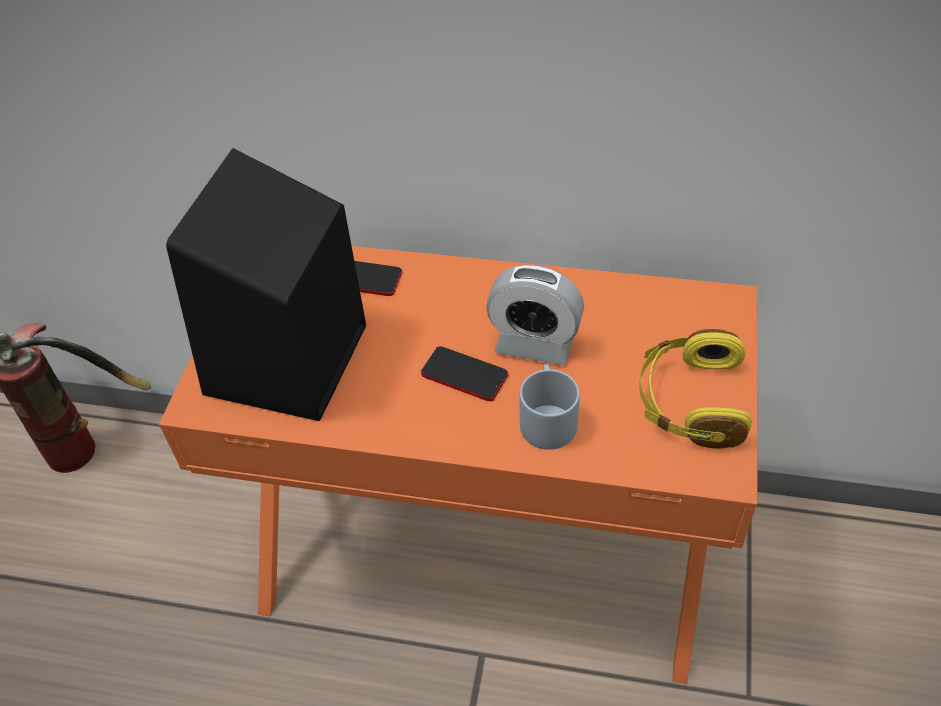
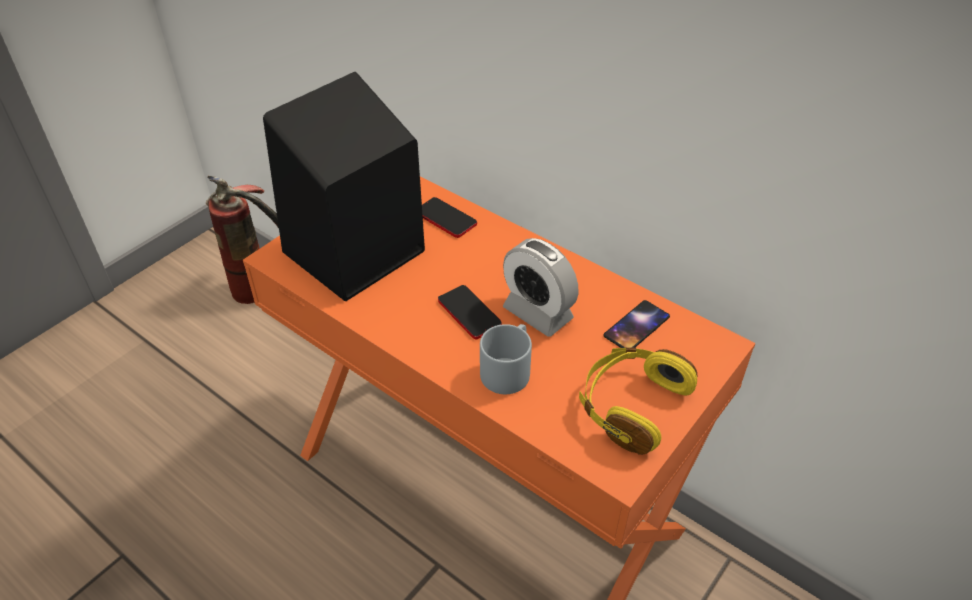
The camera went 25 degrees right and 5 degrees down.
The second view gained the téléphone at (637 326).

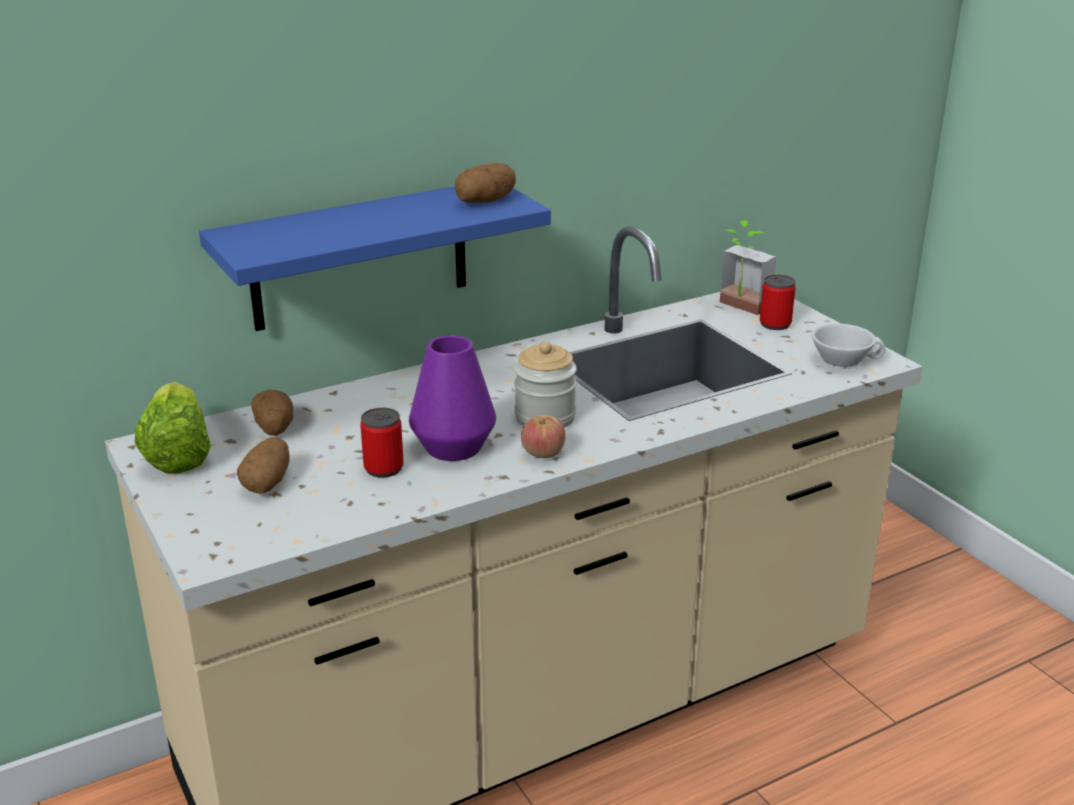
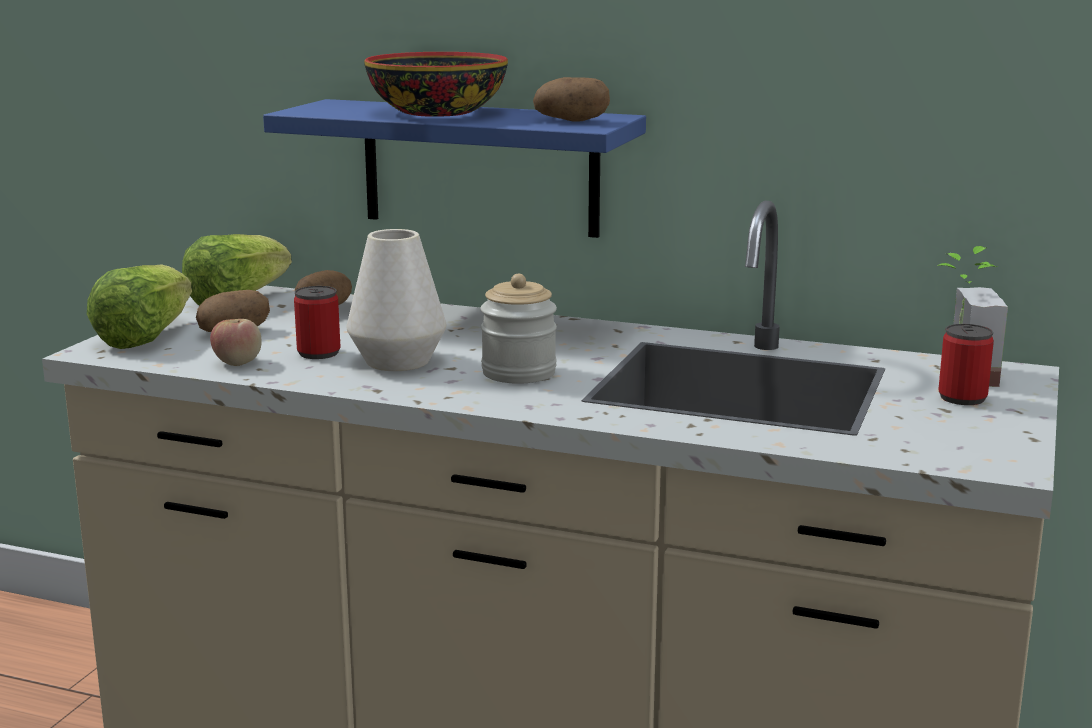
The camera went 50 degrees right and 10 degrees down.
The second view lost the tasse (blanc) at (842 359).
What was the vase (violet) at (453 447) turned into the vase (blanc) at (398 361).
The pomme ended up elsewhere, having gone from (543 453) to (237 363).
The second view gained the bol at (437 112).
The second view gained the laitue at (145 337).

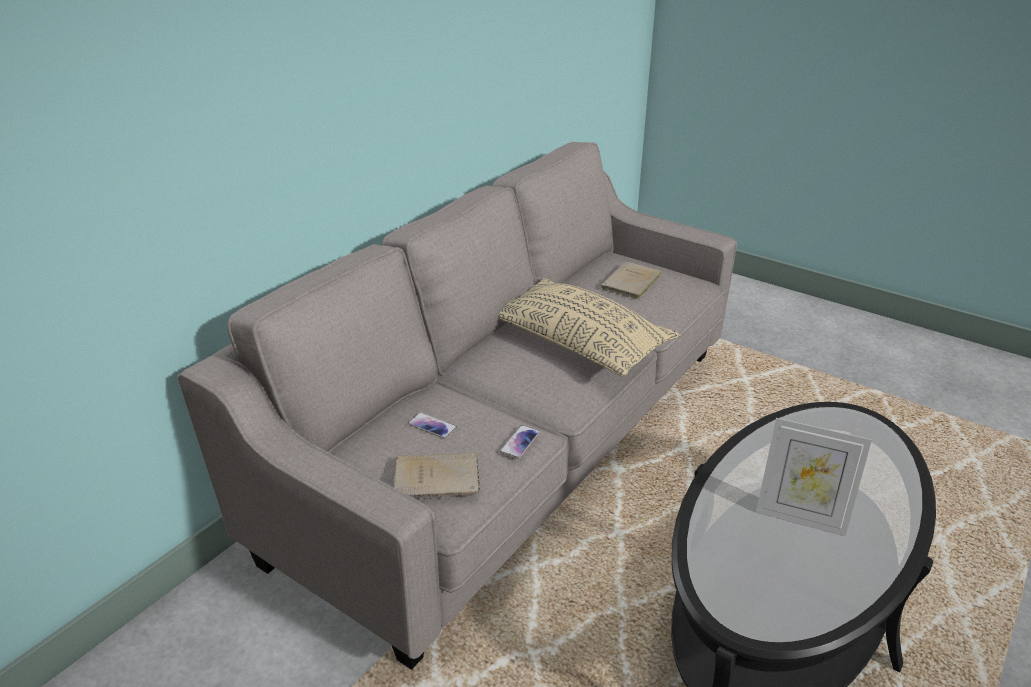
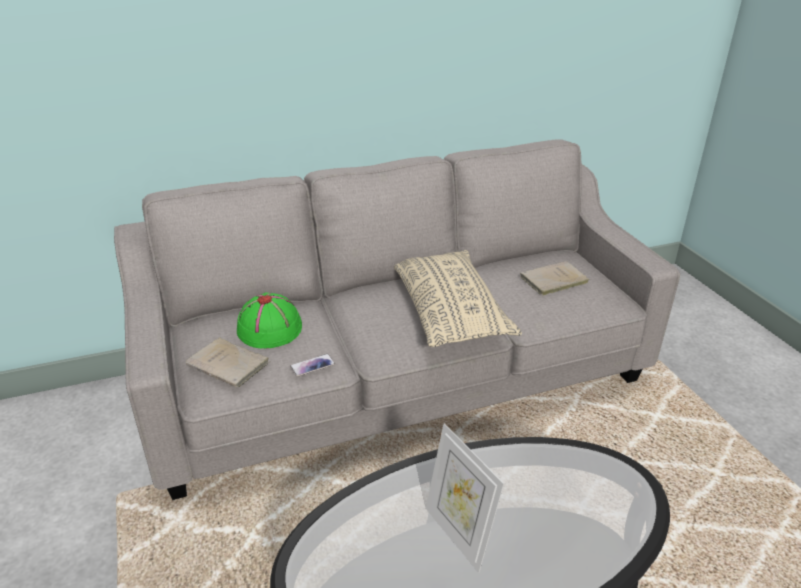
The camera went 35 degrees right and 0 degrees up.
Where the téléphone stood at (432 426), the chapeau (vert) came to stand at (270 328).

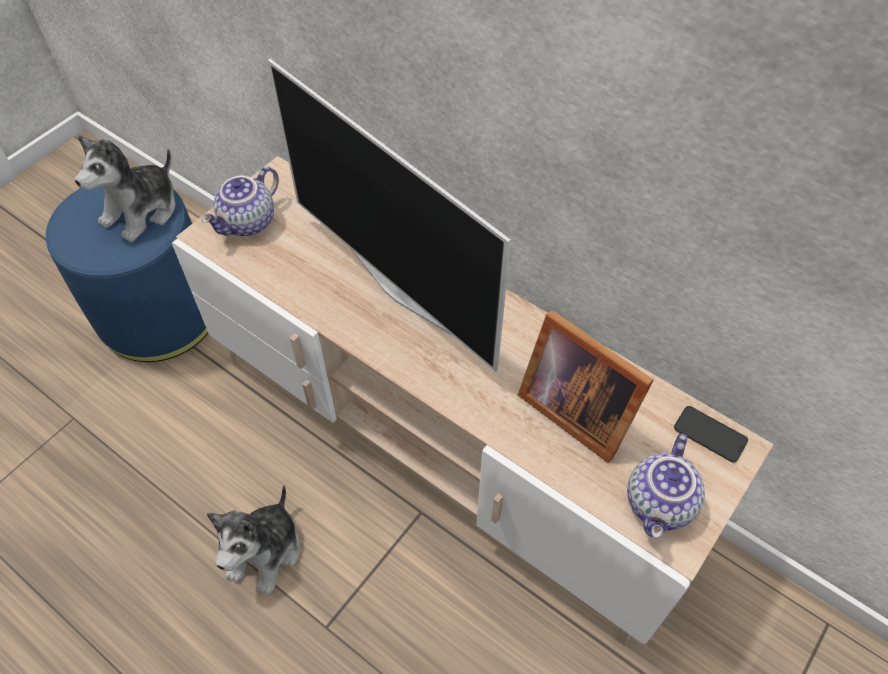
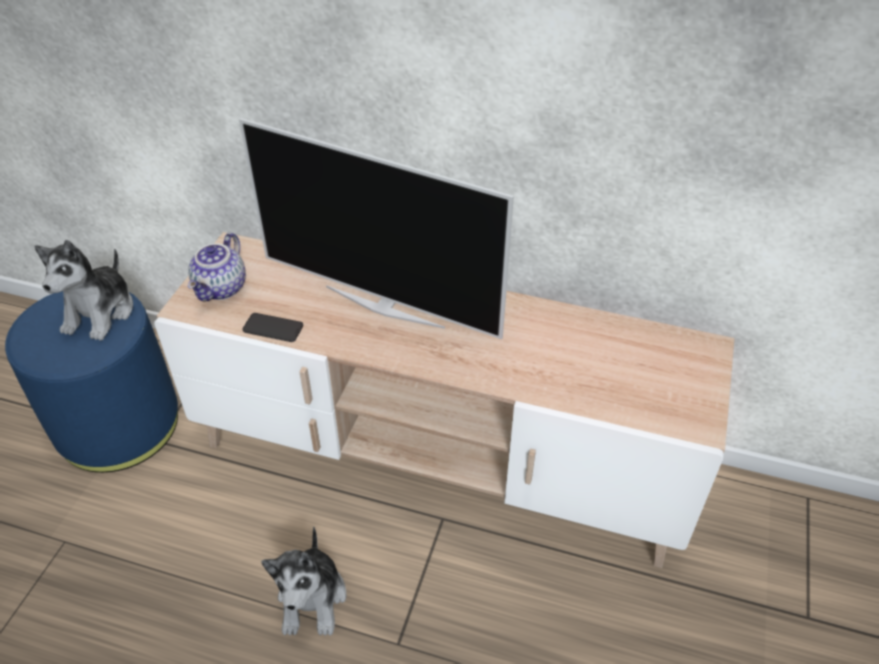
The camera went 20 degrees left and 10 degrees down.
The second view lost the cadre photo at (574 407).
The téléphone ended up elsewhere, having gone from (710 434) to (273 328).
The second view lost the théière at (661 504).

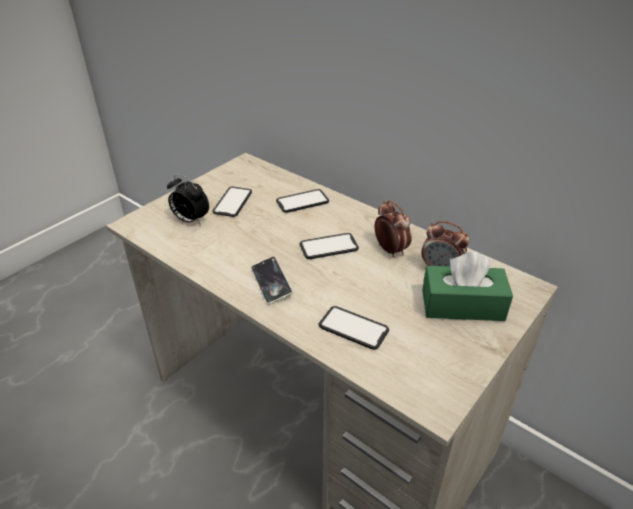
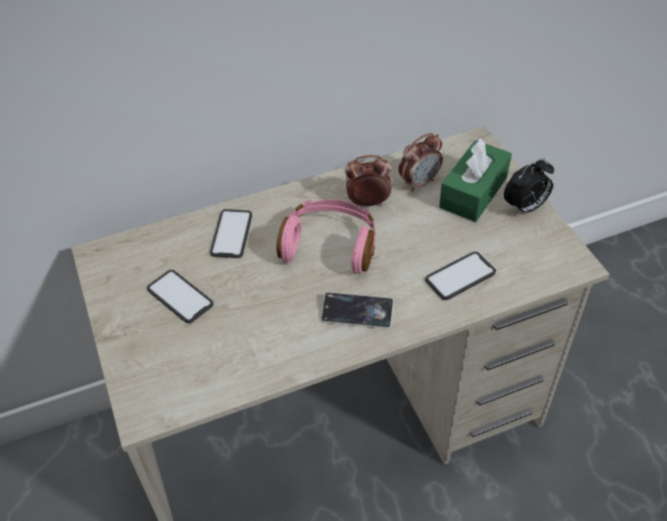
The camera went 60 degrees left and 10 degrees up.
The réveil ended up elsewhere, having gone from (190 220) to (524 208).
Where the téléphone stood at (329 247), the casque audio (rose) came to stand at (330 245).

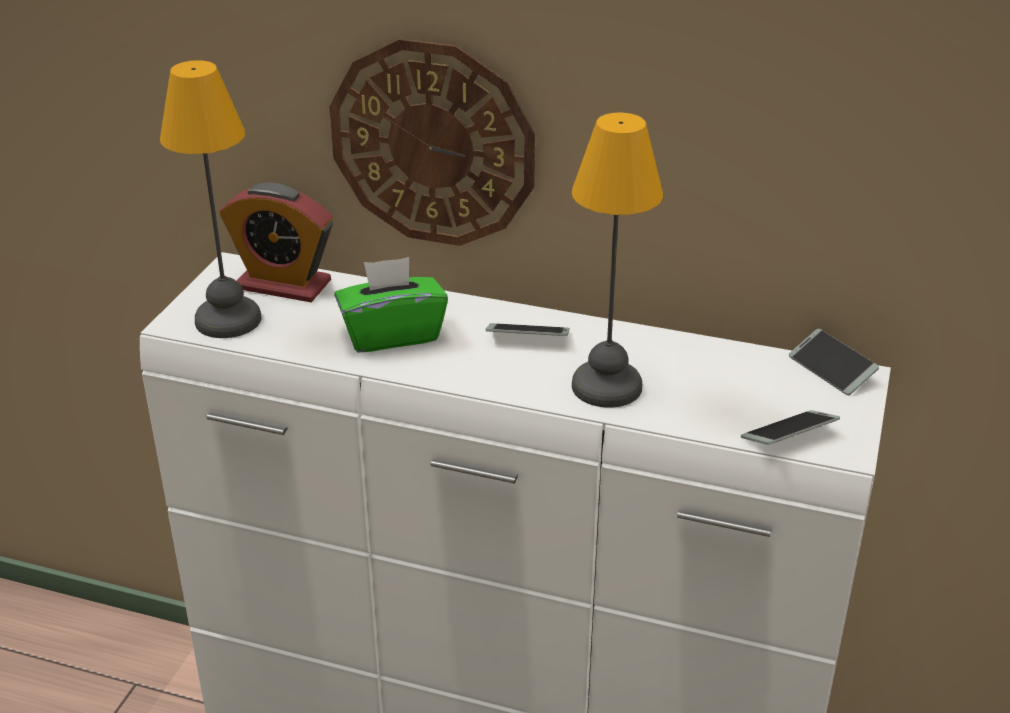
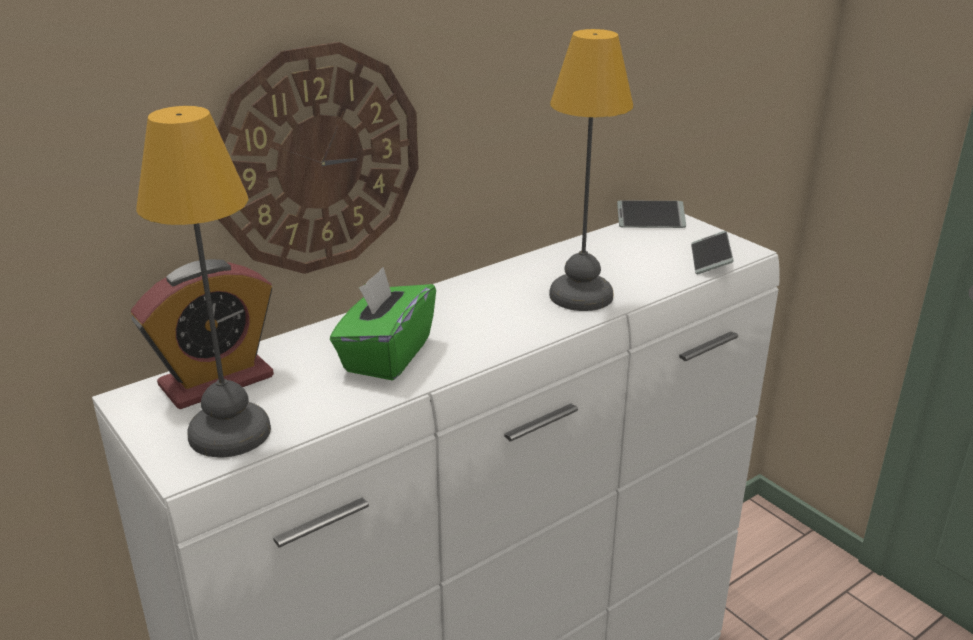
The camera went 55 degrees left and 5 degrees down.
The second view lost the téléphone at (527 337).

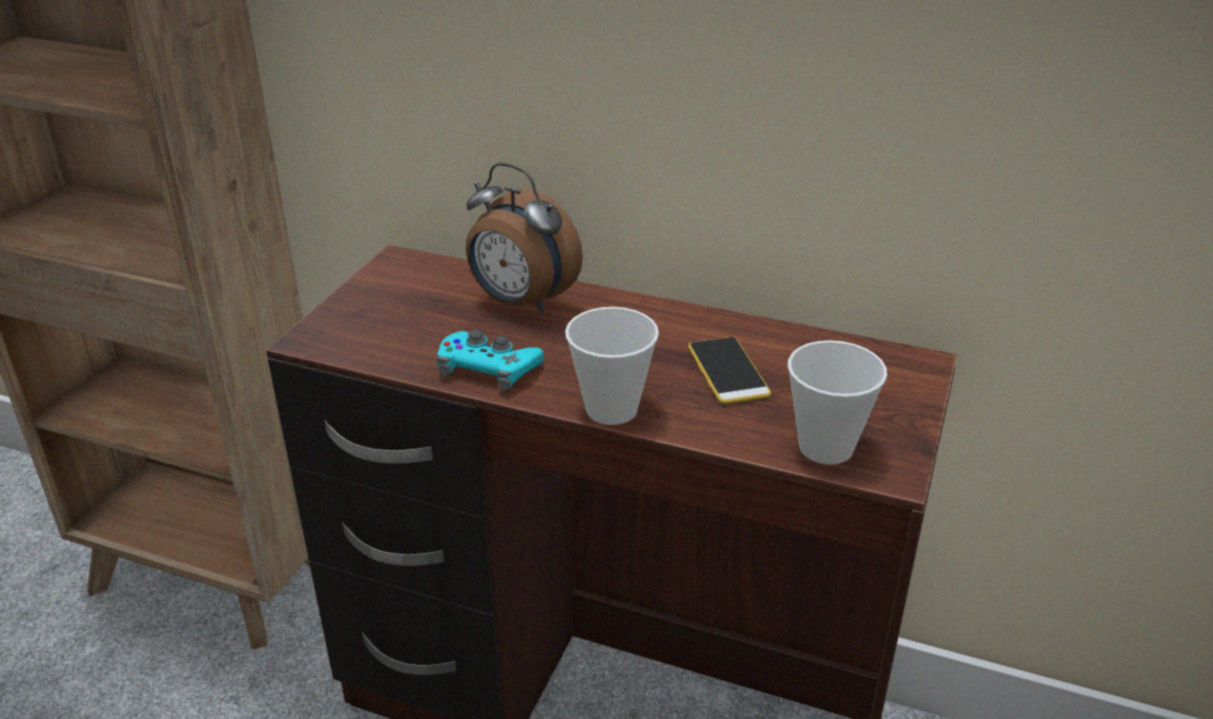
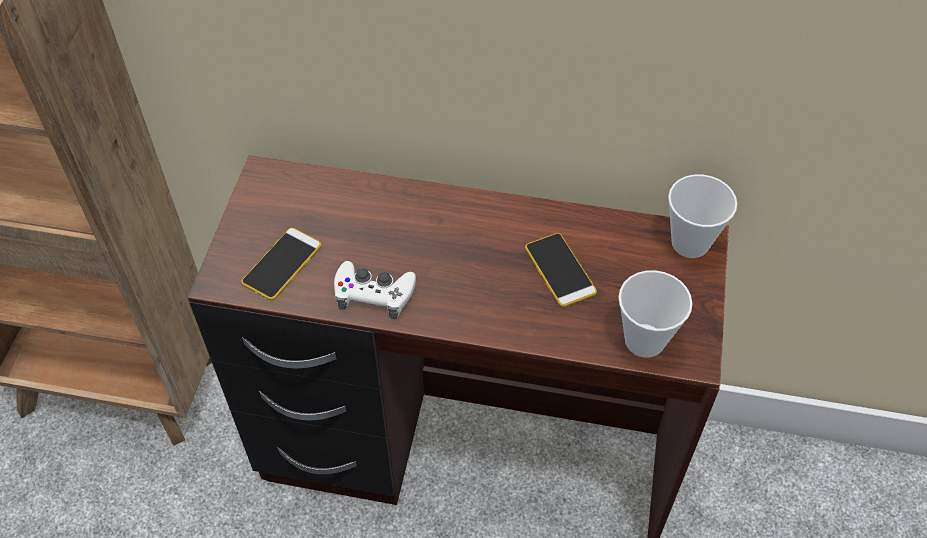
The camera went 10 degrees left and 20 degrees up.
The second view lost the réveil at (520 303).
The tasse ended up elsewhere, having gone from (611 409) to (690 243).
What was the manette (turquoise) at (488 368) turned into the manette (blanc) at (374 293).
The second view gained the téléphone at (282 264).

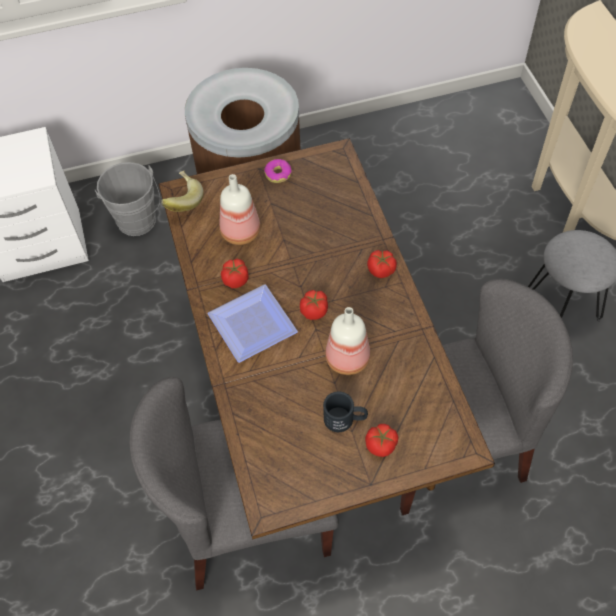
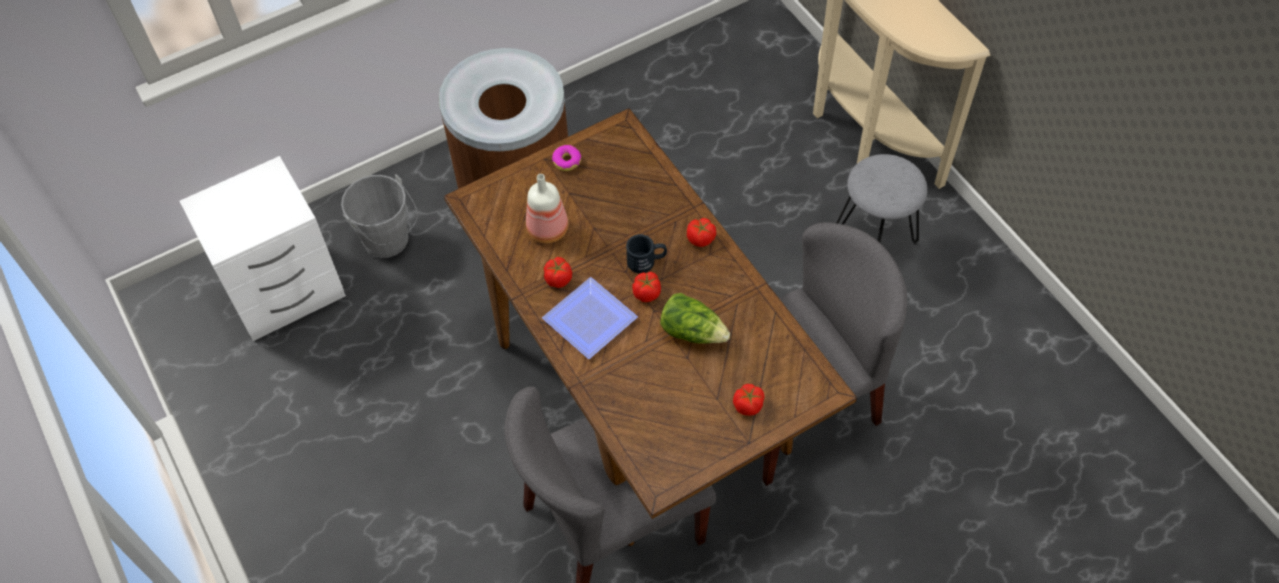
The camera went 15 degrees left and 0 degrees up.
The second view lost the banane at (181 201).
Where the bouteille stood at (347 357), the laitue came to stand at (692 331).
The mug (noir) ended up elsewhere, having gone from (345 419) to (647 261).

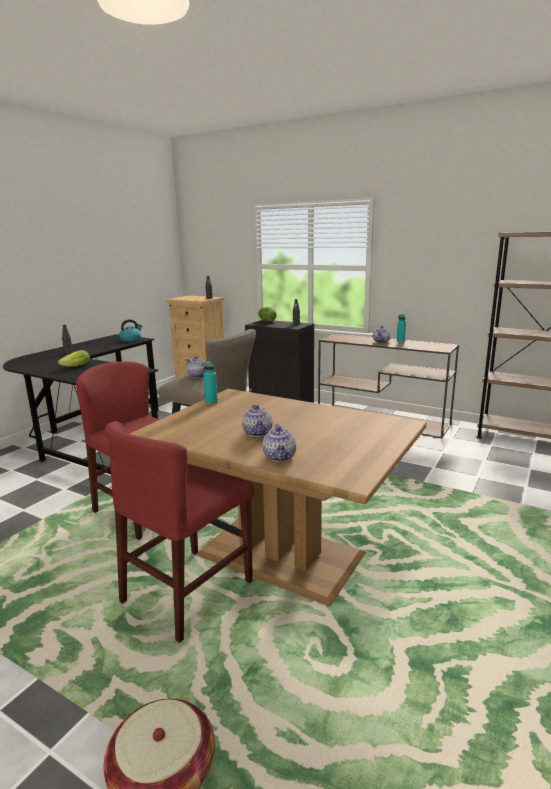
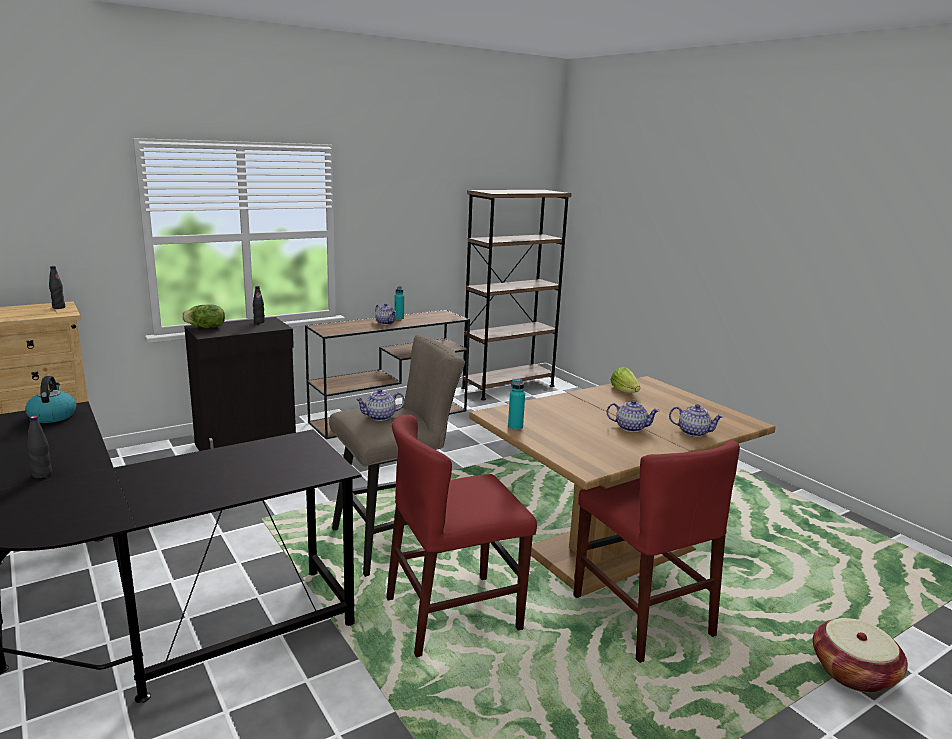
The camera went 65 degrees left and 0 degrees up.
The laitue ended up elsewhere, having gone from (74 367) to (625 391).

